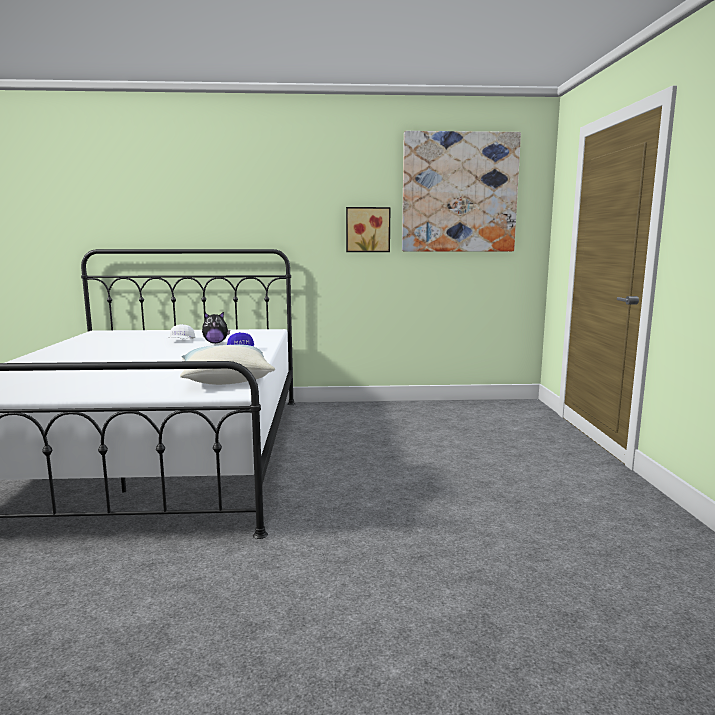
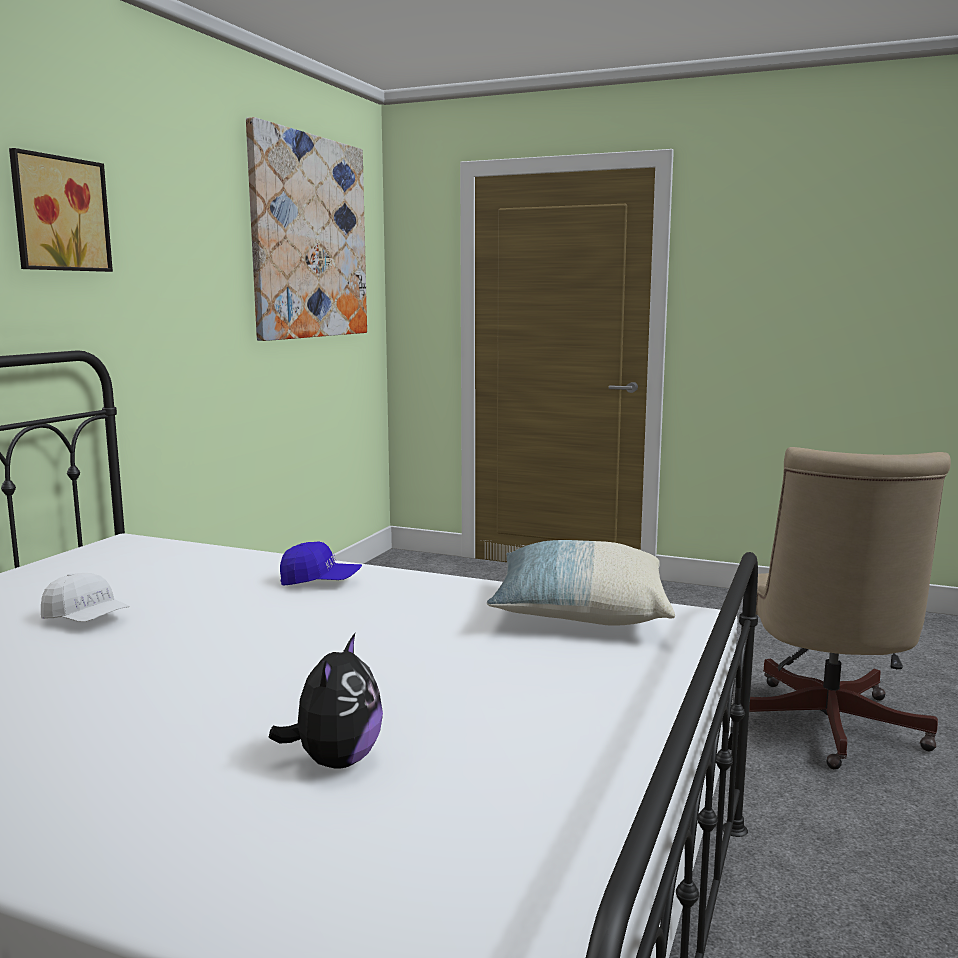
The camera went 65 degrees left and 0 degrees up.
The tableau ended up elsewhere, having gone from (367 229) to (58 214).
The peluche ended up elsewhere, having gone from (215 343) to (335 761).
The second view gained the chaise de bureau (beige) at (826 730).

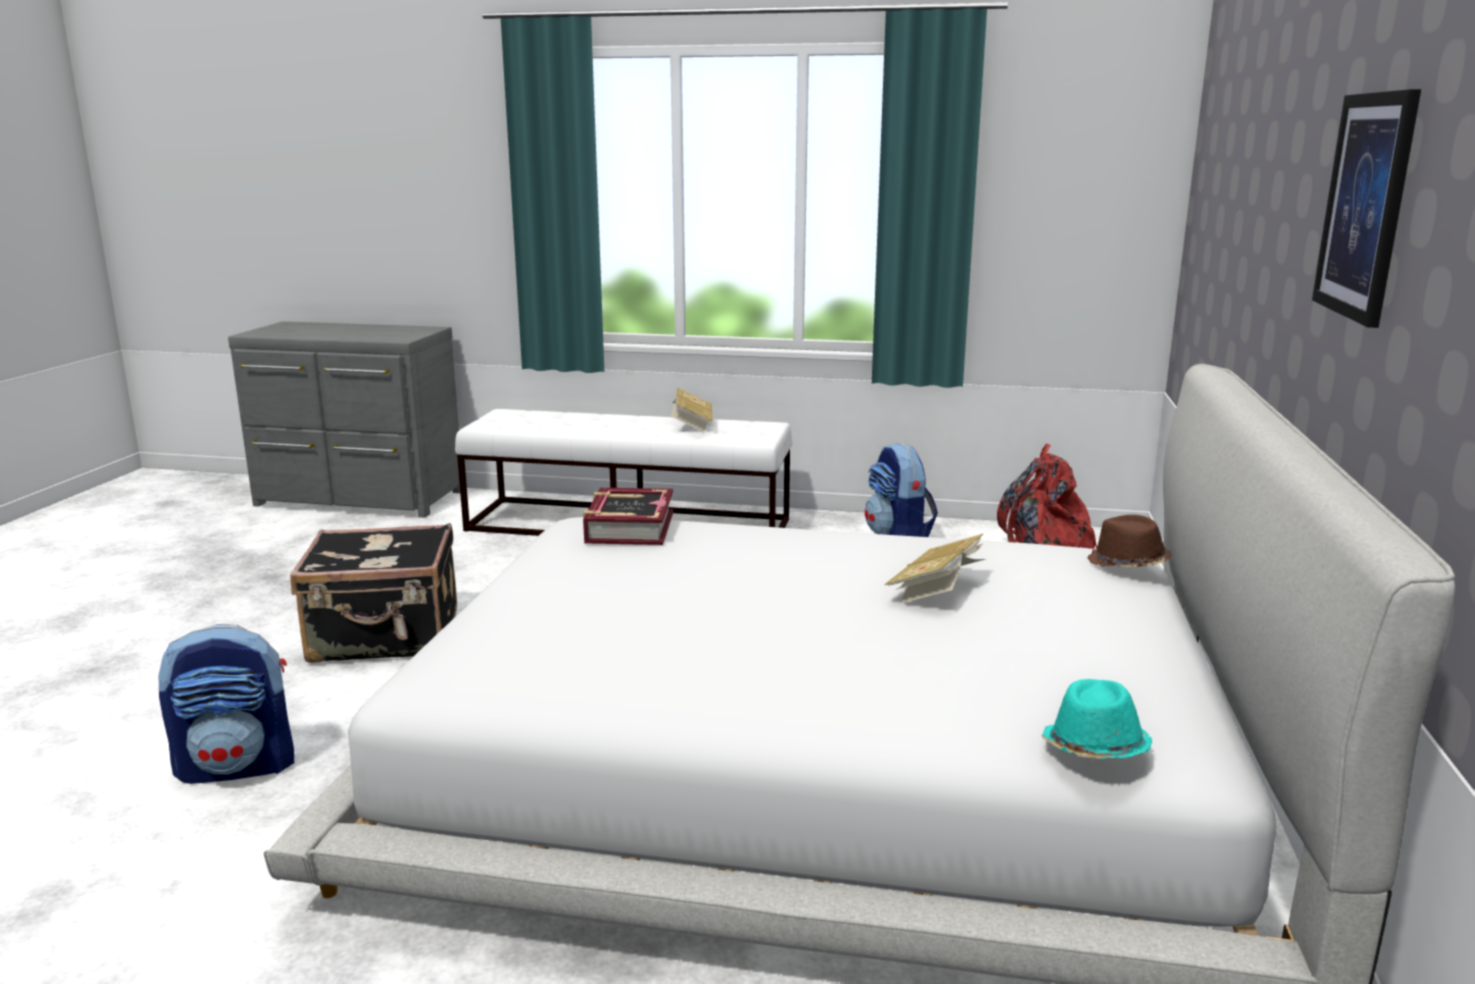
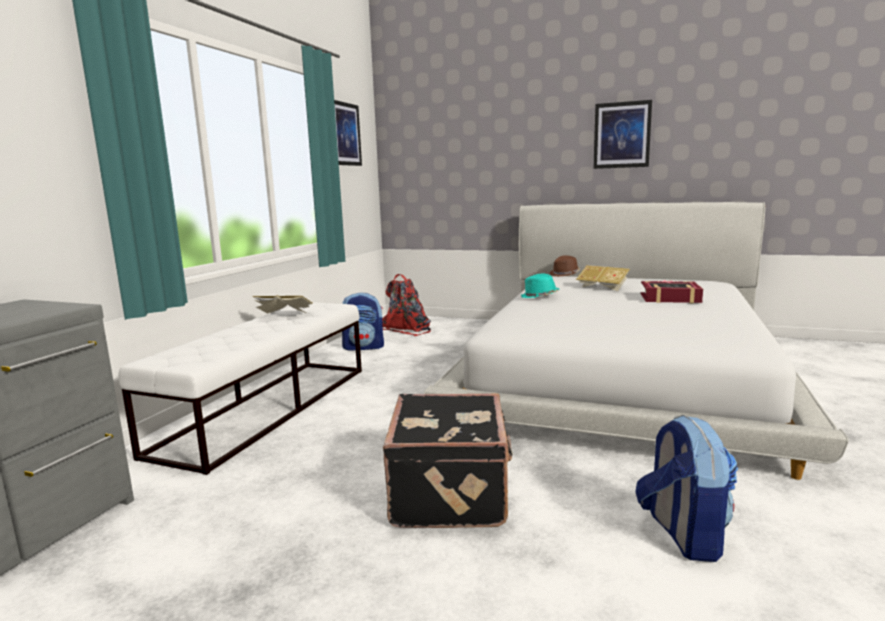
The camera went 80 degrees left and 5 degrees down.
The livre ended up elsewhere, having gone from (629 527) to (670 298).
The chapeau (turquoise) ended up elsewhere, having gone from (1094 749) to (539 296).
The second view gained the tableau at (345 134).

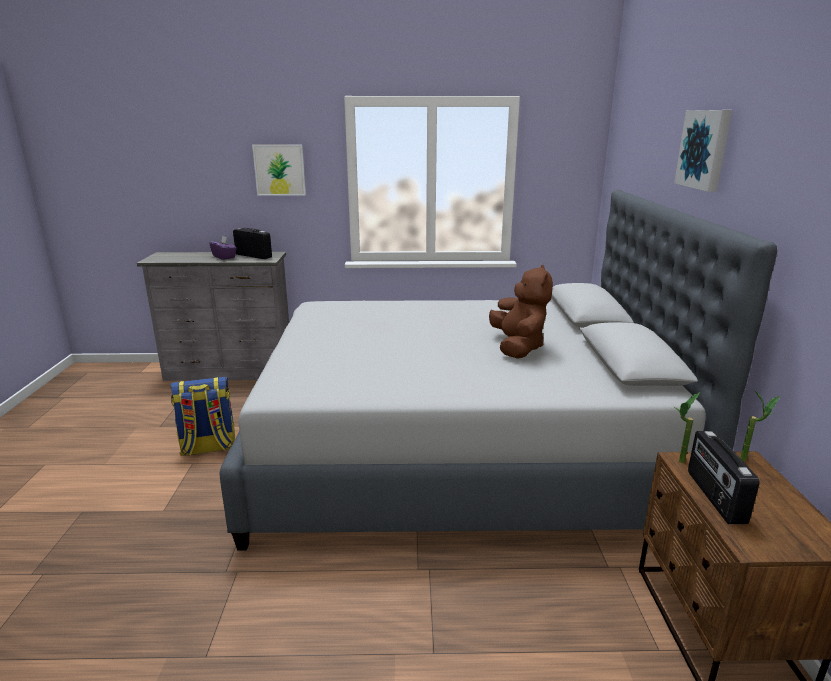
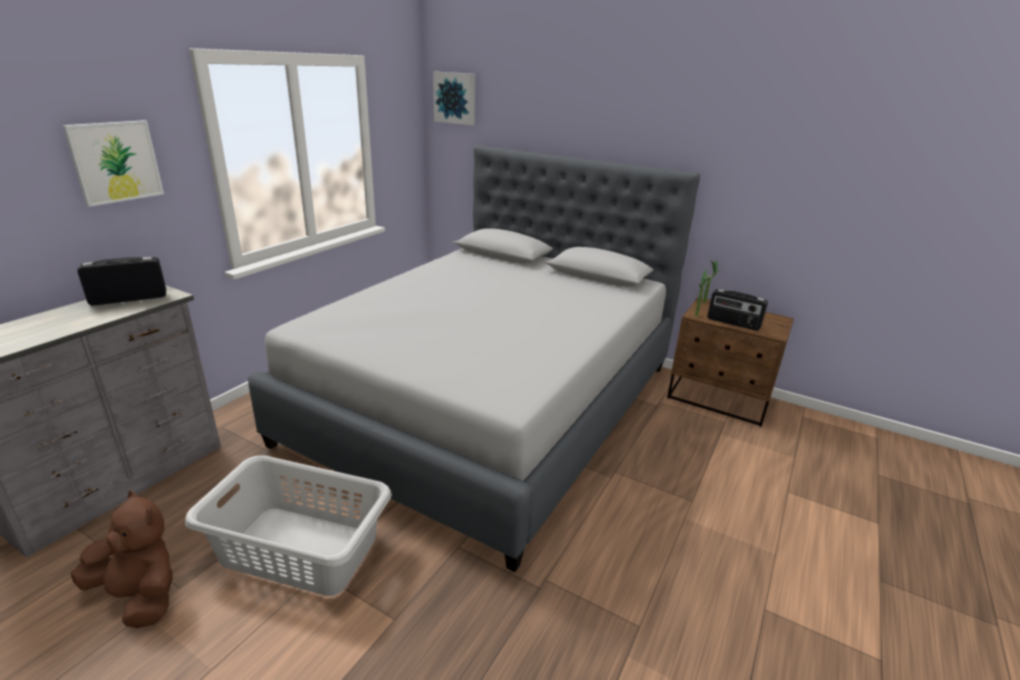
The camera went 60 degrees left and 5 degrees up.
The tableau ended up elsewhere, having gone from (705 149) to (455 98).
The second view lost the boîte à mouchoirs (violet) at (224 257).
The peluche (marron) ended up elsewhere, having gone from (517 347) to (140 596).
Where the sac à dos stood at (208 448), the panier à linge (gris) came to stand at (300 550).

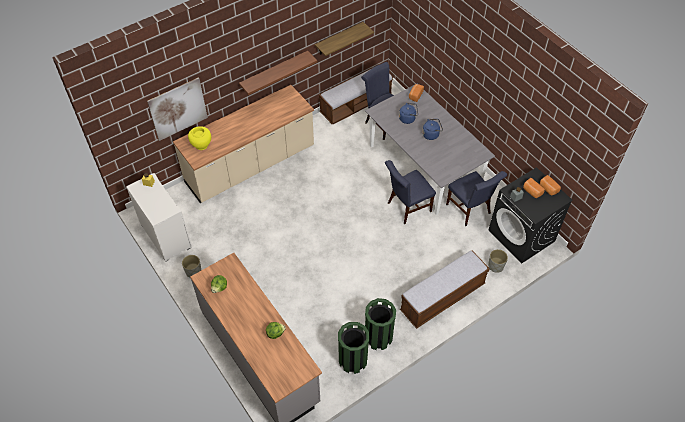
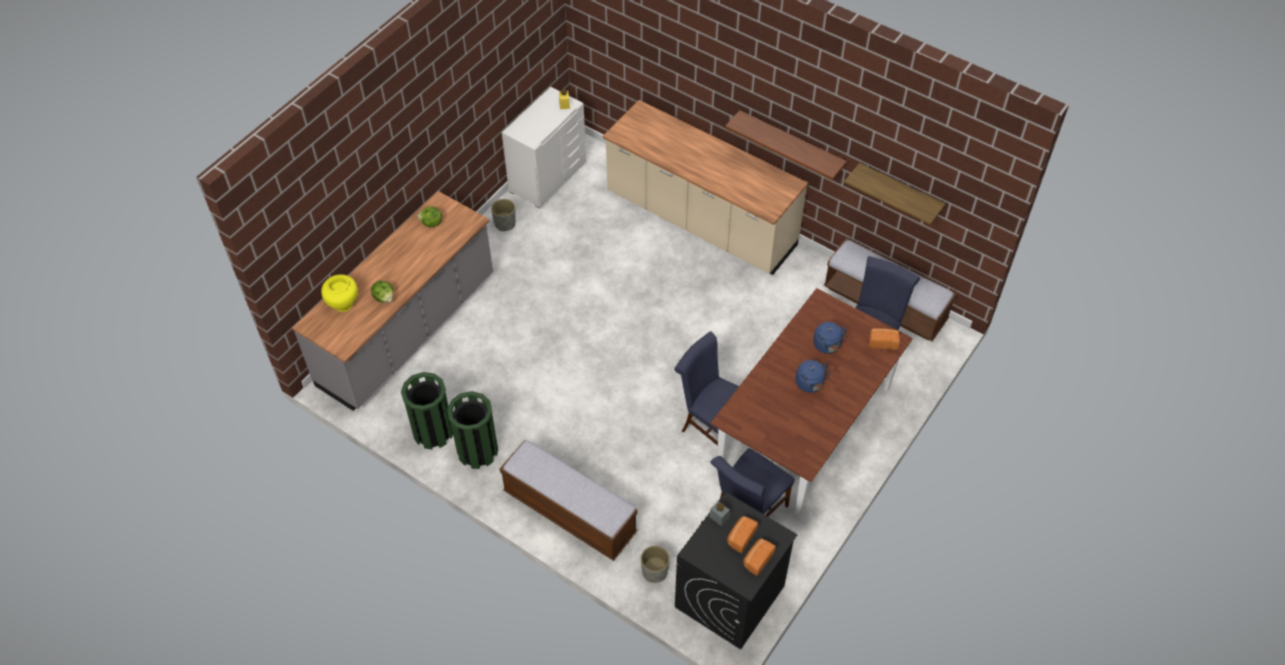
The camera went 70 degrees right and 0 degrees up.
The second view lost the tableau at (178 109).
What was the table à manger (gris) at (423 166) turned into the table à manger (marron) at (804 426).
The vase (jaune) ended up elsewhere, having gone from (201 146) to (343 304).

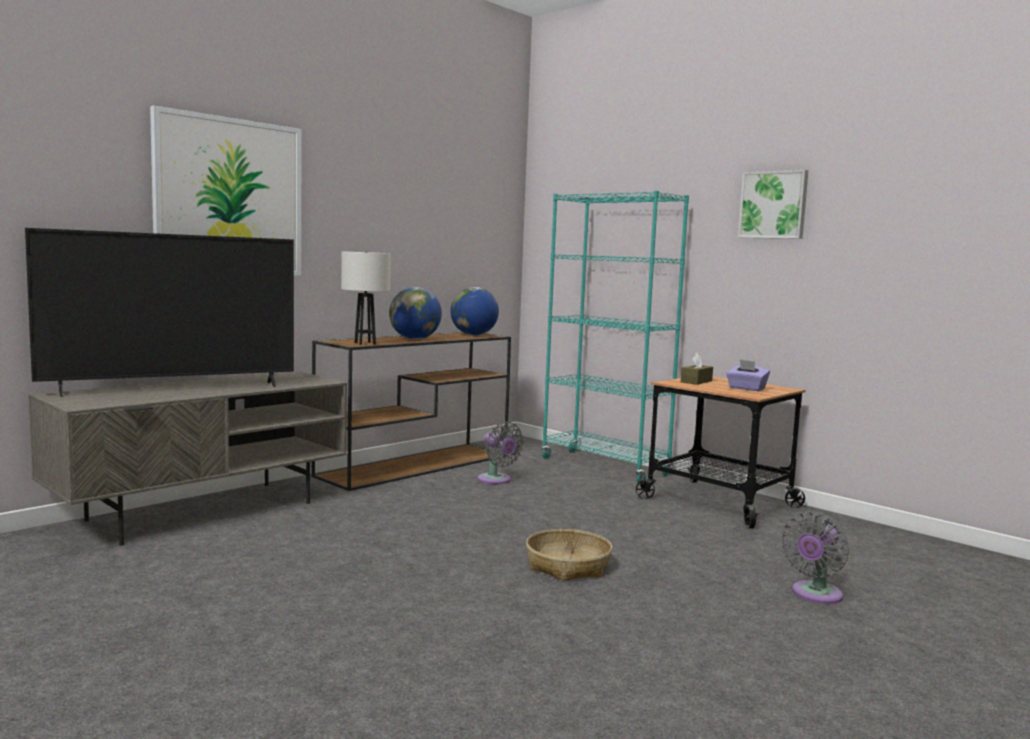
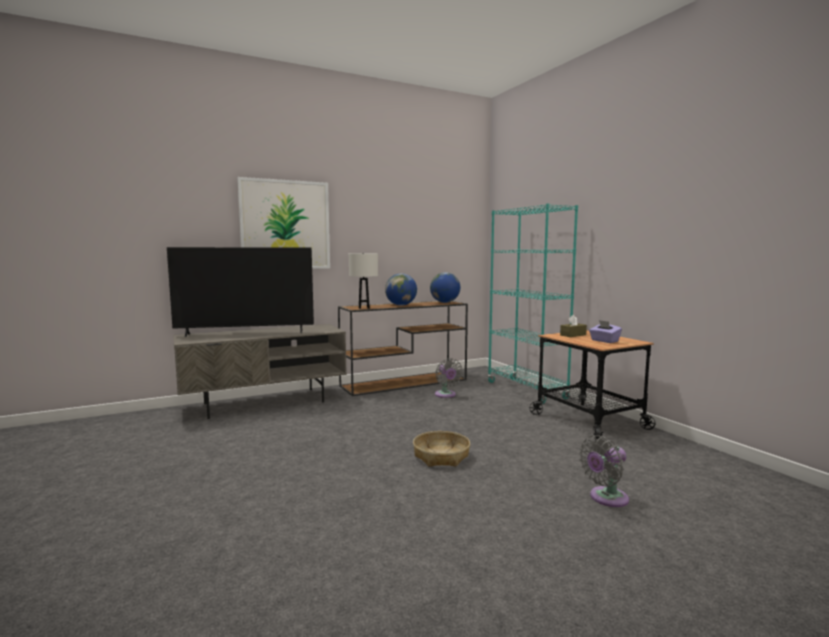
The camera went 20 degrees right and 0 degrees up.
The second view lost the tableau at (773 205).

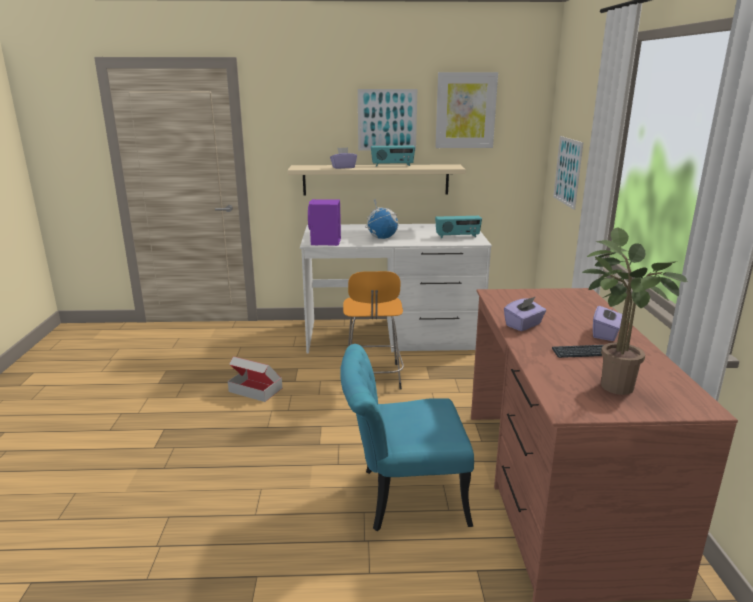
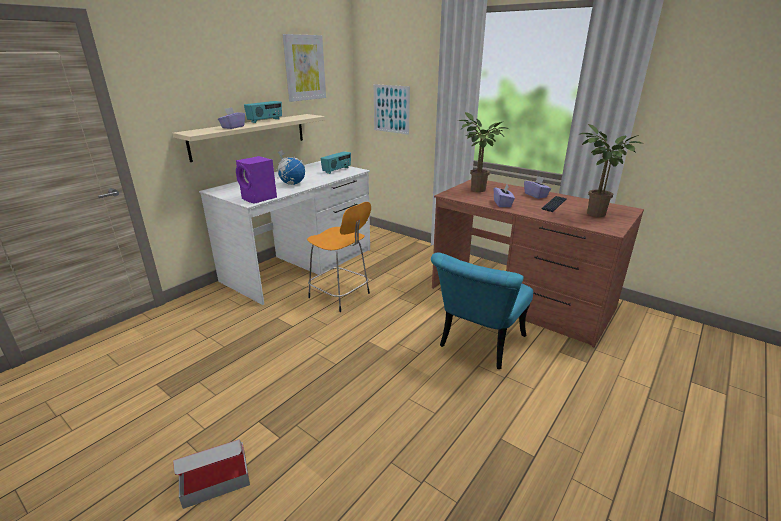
The camera went 50 degrees left and 5 degrees up.
The second view lost the tableau at (387 120).
The carton ended up elsewhere, having gone from (255 390) to (216 479).
The second view gained the plante en pot at (475 190).

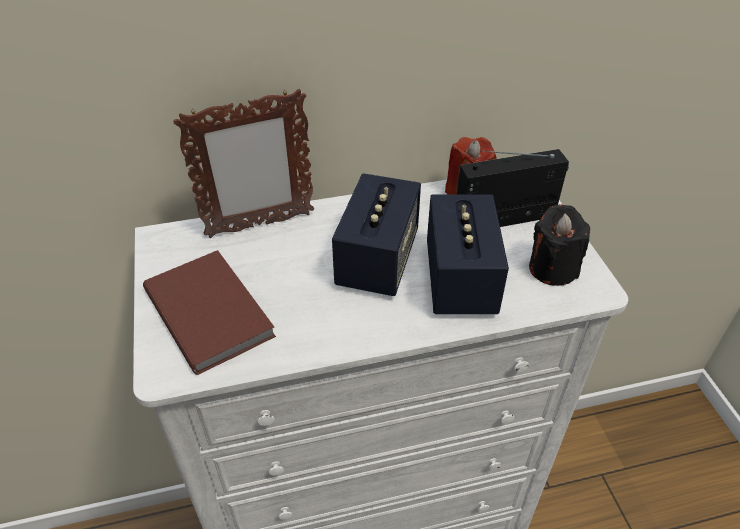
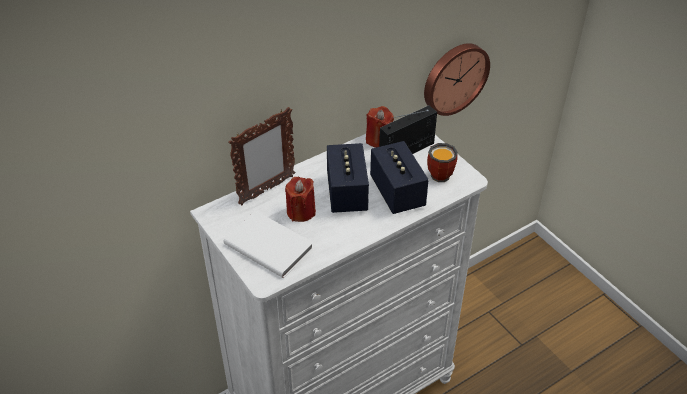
The camera went 20 degrees left and 0 degrees up.
Where the bougie (noir) stood at (552 268), the mug came to stand at (443 174).
What was the livre (marron) at (211 310) turned into the livre (blanc) at (269 245).
The second view gained the horloge murale at (454 77).
The second view gained the bougie (rouge) at (301 212).

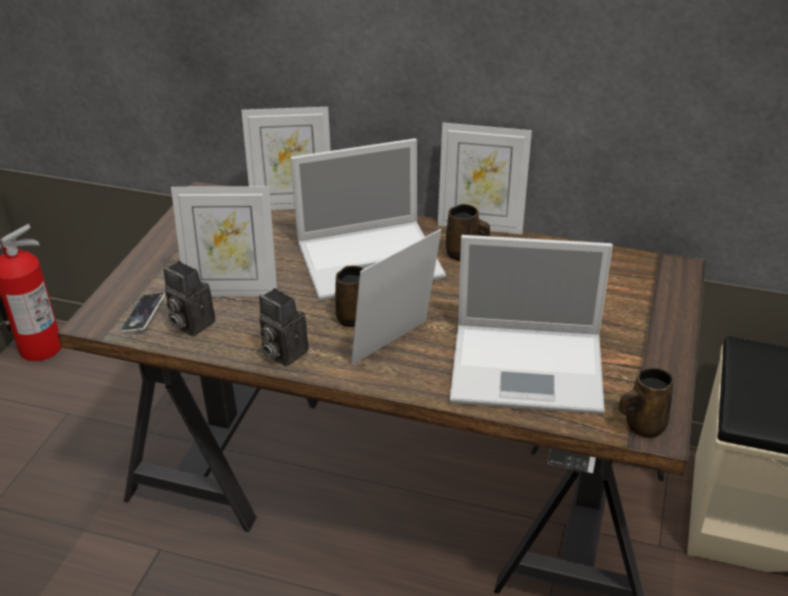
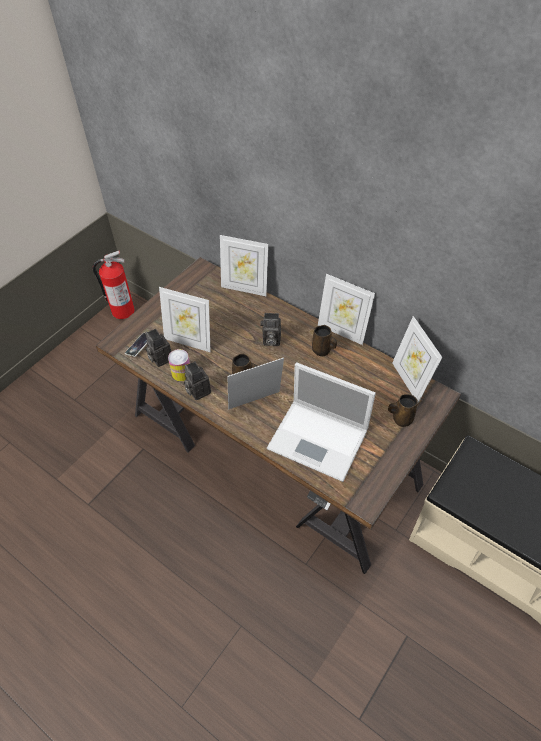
The camera went 20 degrees right and 15 degrees up.
Where the ordinateur portable stood at (372 259), the appareil photo came to stand at (270 340).
The mug (marron) ended up elsewhere, having gone from (643 425) to (401 419).
The second view gained the cadre photo at (409 381).
The second view gained the boîte métallique at (181 373).

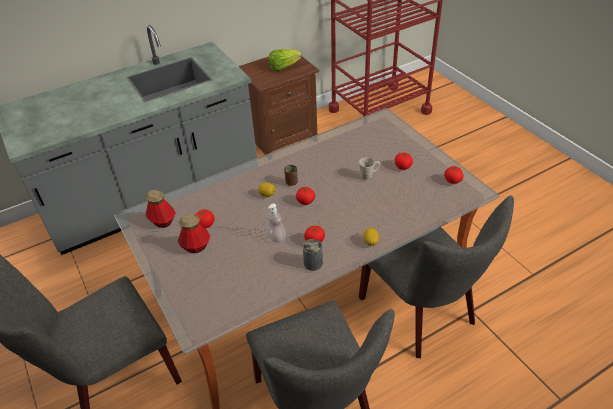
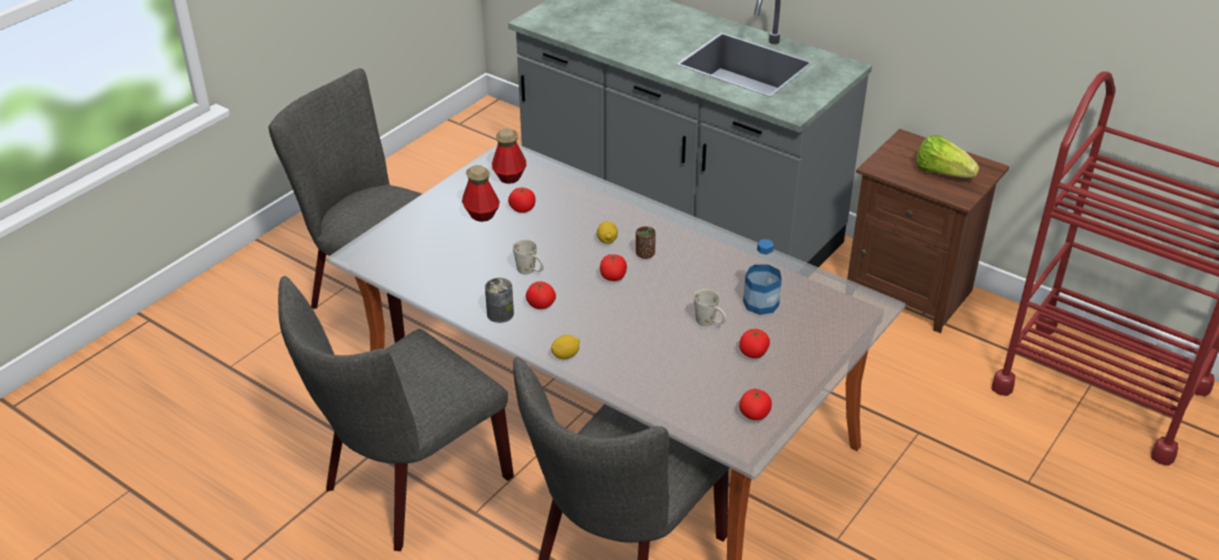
The camera went 65 degrees right and 5 degrees down.
Where the distributeur de savon stood at (276 237), the mug (blanc) came to stand at (530 271).
The second view gained the bouteille at (761 303).

